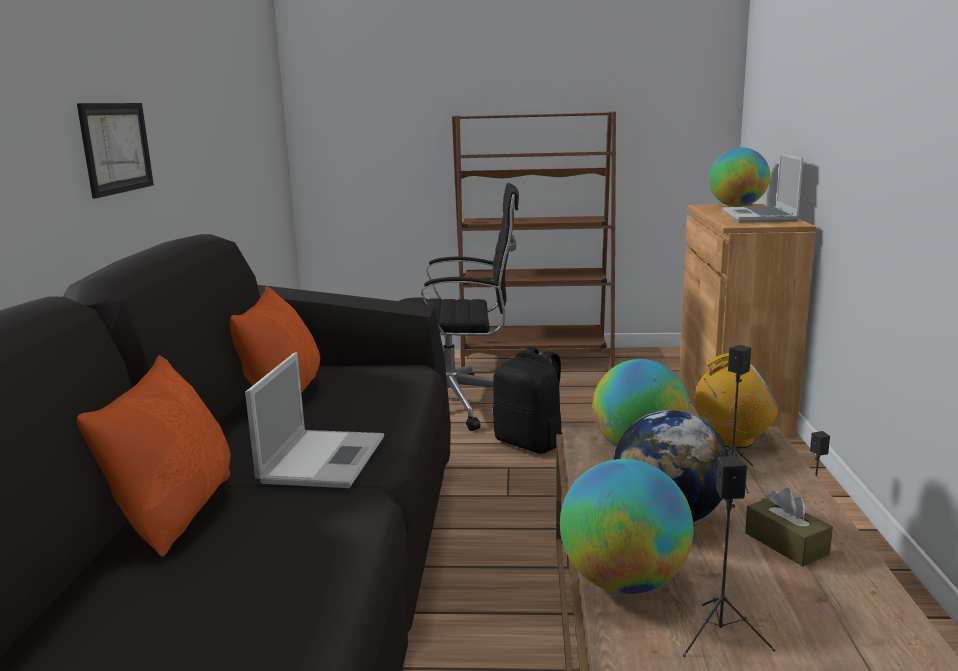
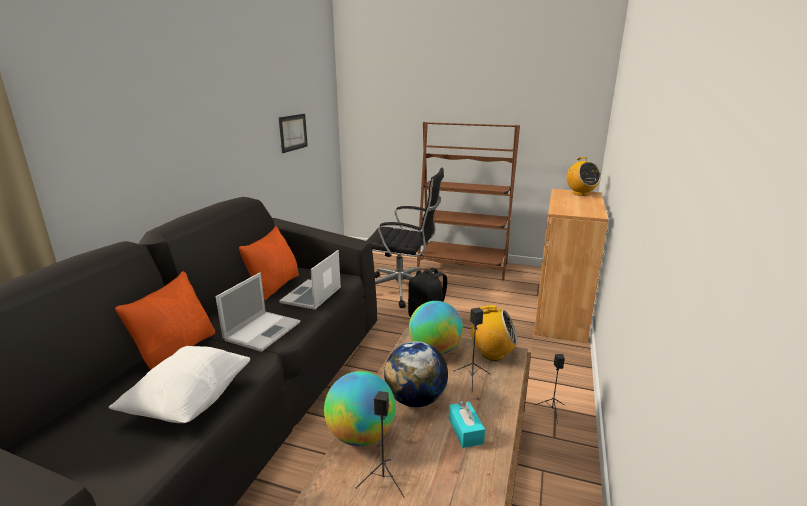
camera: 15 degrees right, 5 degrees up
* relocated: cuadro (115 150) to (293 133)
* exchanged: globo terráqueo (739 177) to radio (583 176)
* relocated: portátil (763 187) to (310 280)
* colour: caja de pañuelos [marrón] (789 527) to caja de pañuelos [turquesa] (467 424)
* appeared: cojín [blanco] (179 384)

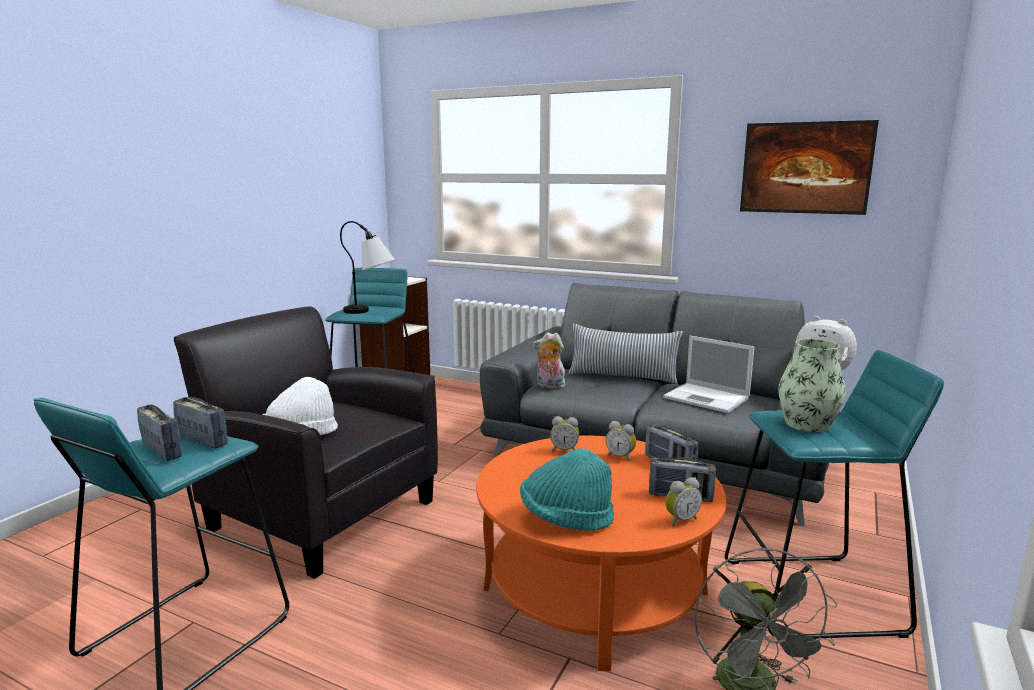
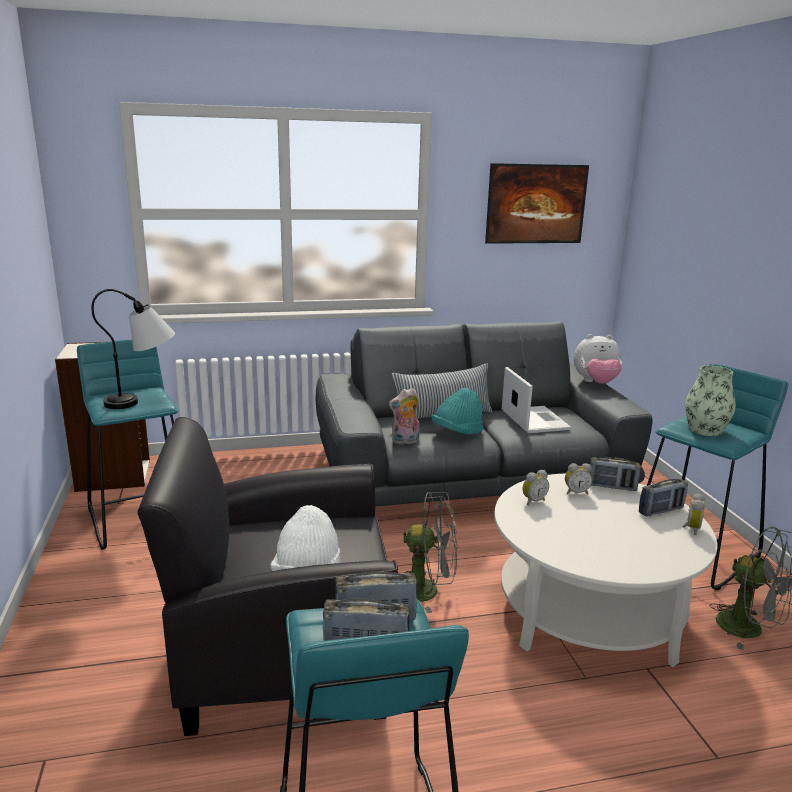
camera: 40 degrees left, 5 degrees up
* colour: mesa de centro [naranja] (601 553) to mesa de centro [blanco] (605 570)
* relocated: sombrero [turquesa] (567 489) to (457 411)
* spun: portátil (708 374) = (536 400) 105 degrees counterclockwise
* appeared: ventilador [gris] (430 552)

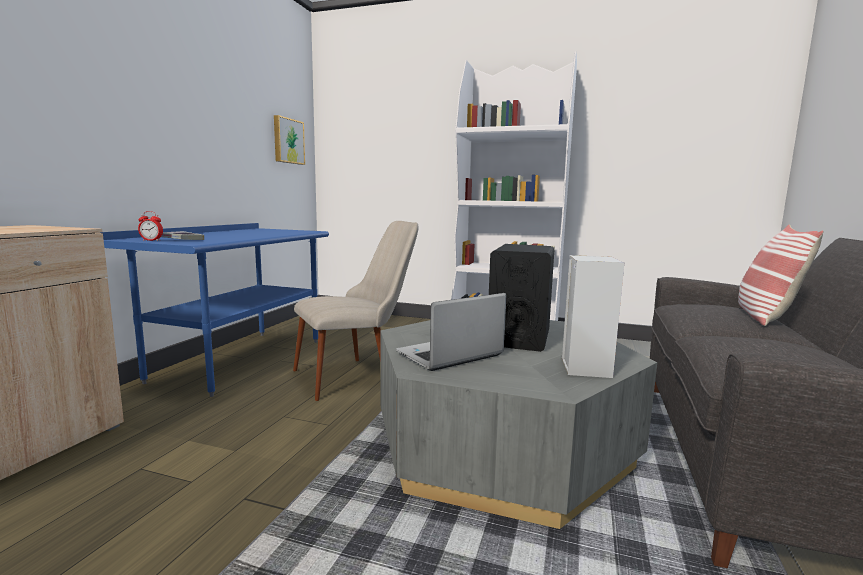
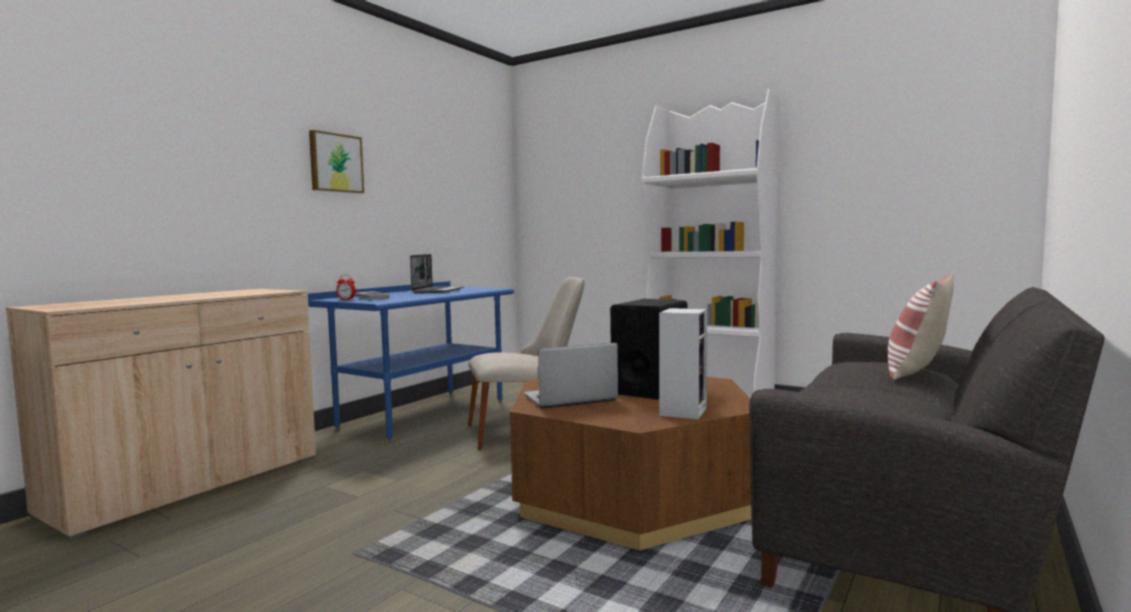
camera: 15 degrees right, 5 degrees down
* relocated: cuadro (289 140) to (336 161)
* colour: mesa de centro [gris] (518 424) to mesa de centro [marrón] (631 463)
* appeared: portátil (437 273)

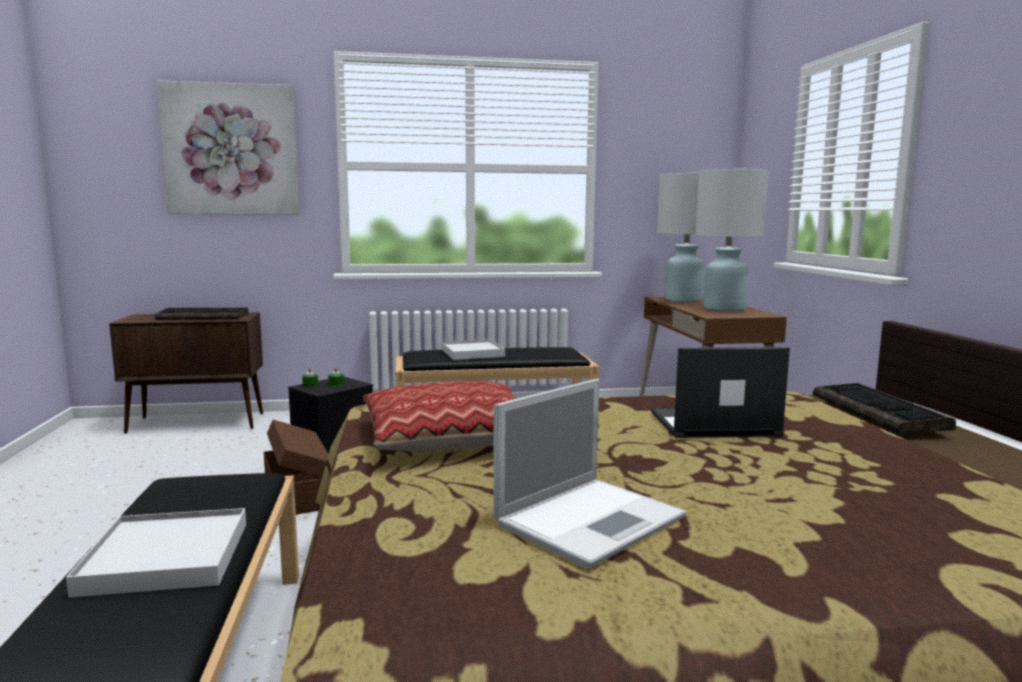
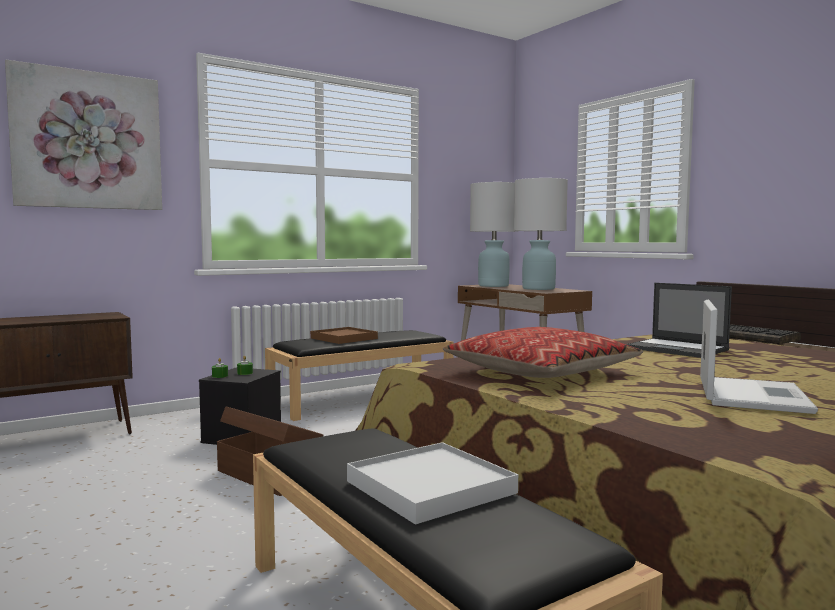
camera: 25 degrees left, 5 degrees down
* missing: teclado (202 314)
* colour: bandeja [blanco] (473 350) to bandeja [marrón] (344 335)
* spun: portátil (720 392) = (679 320) 105 degrees counterclockwise

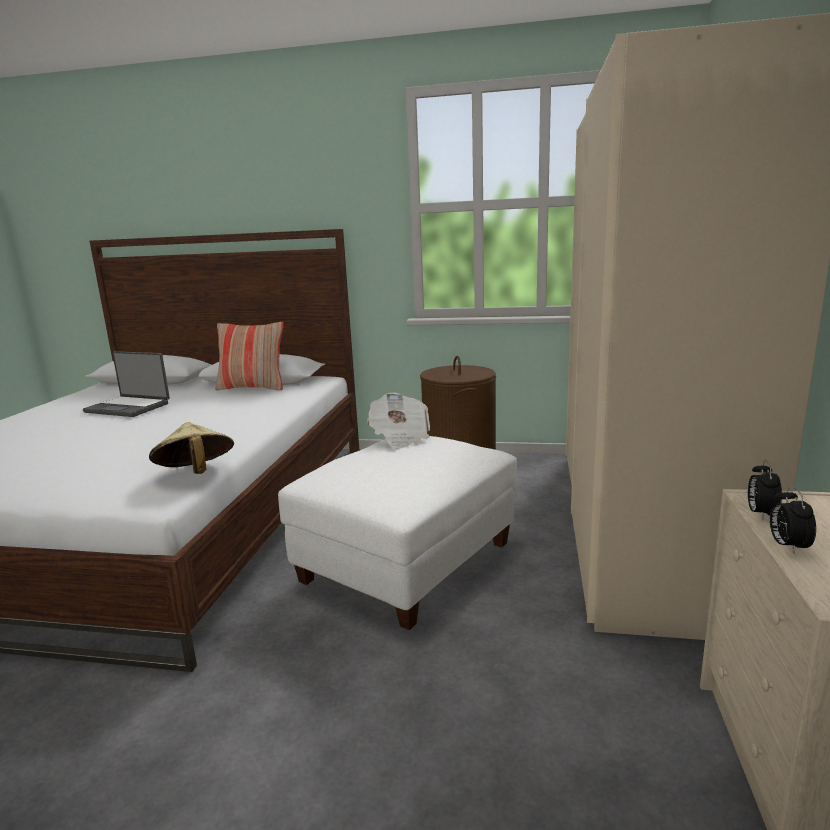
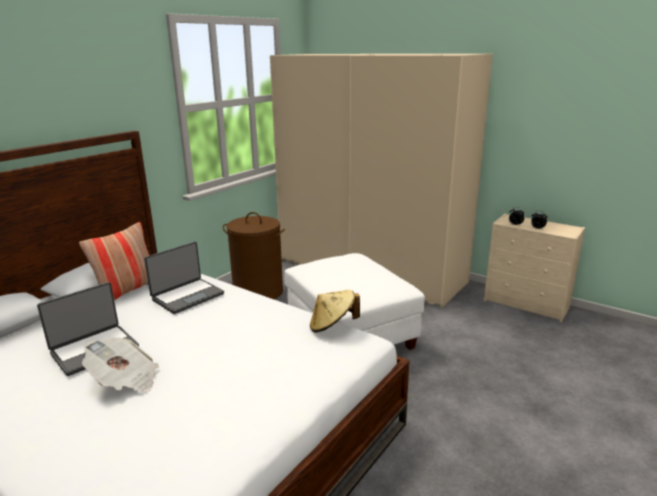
camera: 65 degrees left, 5 degrees up
* relocated: periódico (398 421) to (120 365)
* appeared: portátil (184 278)

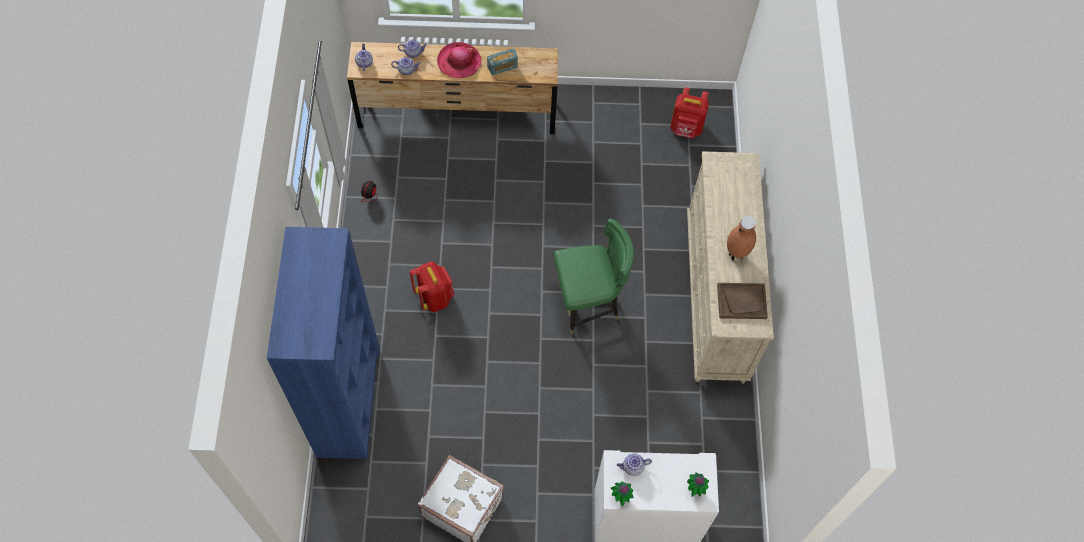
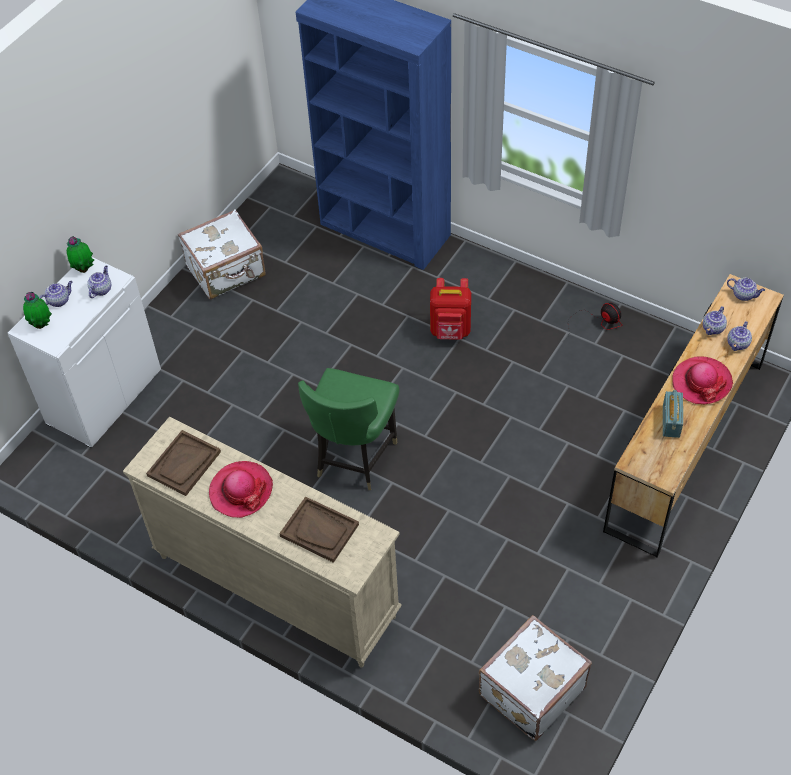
camera: 125 degrees right, 10 degrees down
* exchanged: mochila [rojo] (689 112) to maleta [blanco] (535 678)
* exchanged: florero [marrón] (741 238) to sombrero (241 489)
* appeared: tetera (56 294)
* appeared: bandeja [marrón] (319 529)

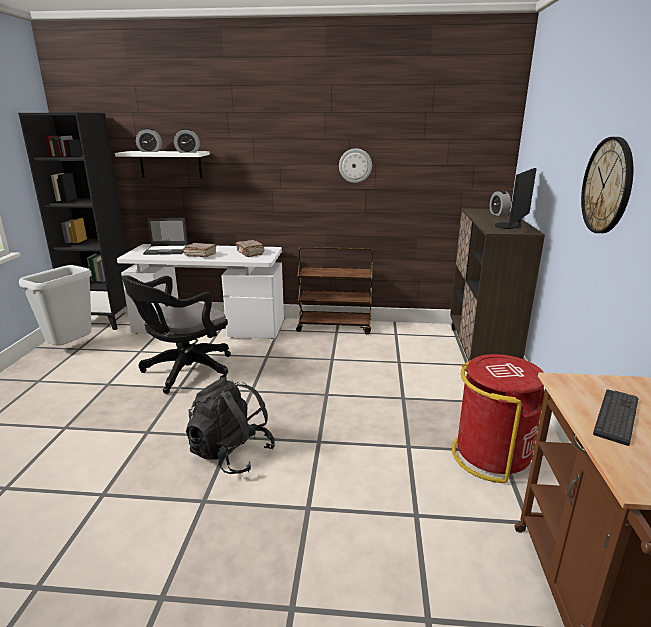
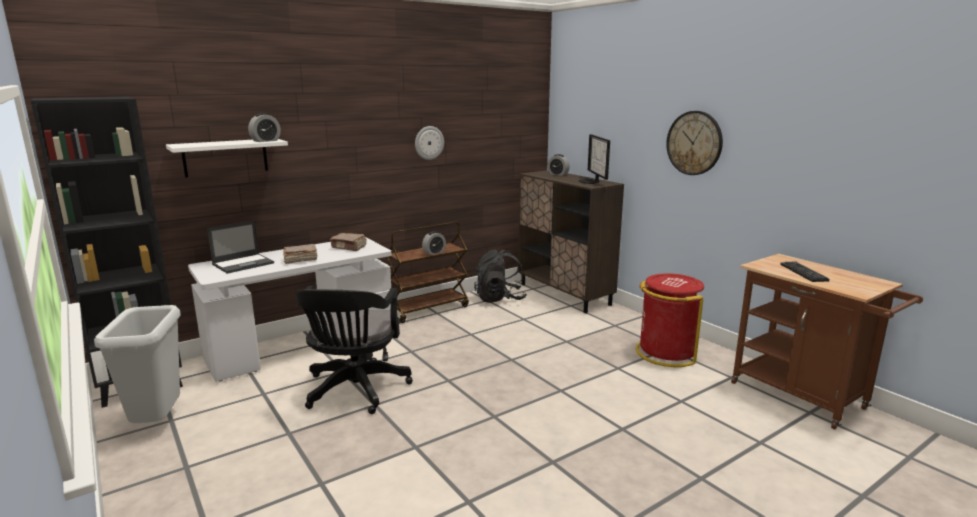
camera: 40 degrees left, 5 degrees down
* relocated: despertador (149 140) to (434 243)
* relocated: mochila [negro] (230 426) to (500 276)

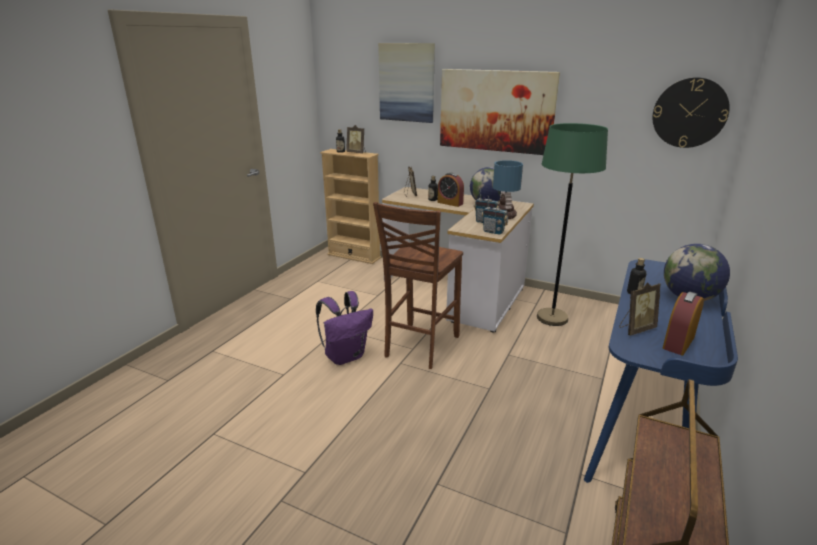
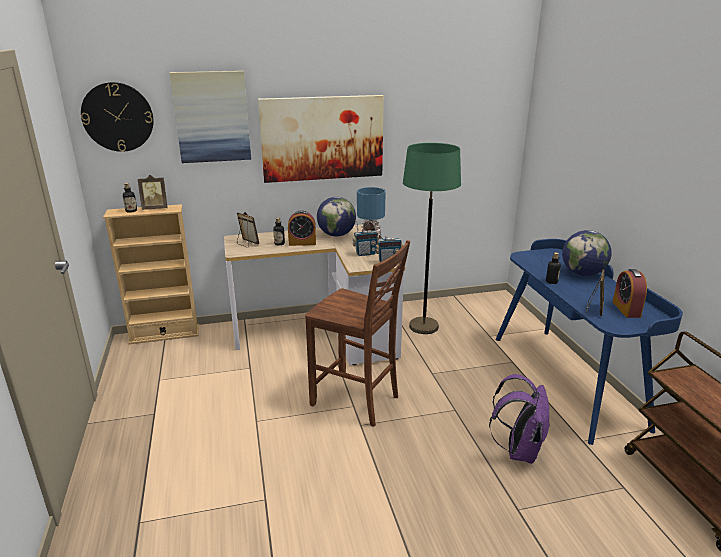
camera: 40 degrees left, 0 degrees up
* relocated: mochila [morado] (344 328) to (519 419)
* spun: silla [marrón] (418 285) = (357 333) 45 degrees counterclockwise
* relocated: reloj de pared (691 112) to (117 117)

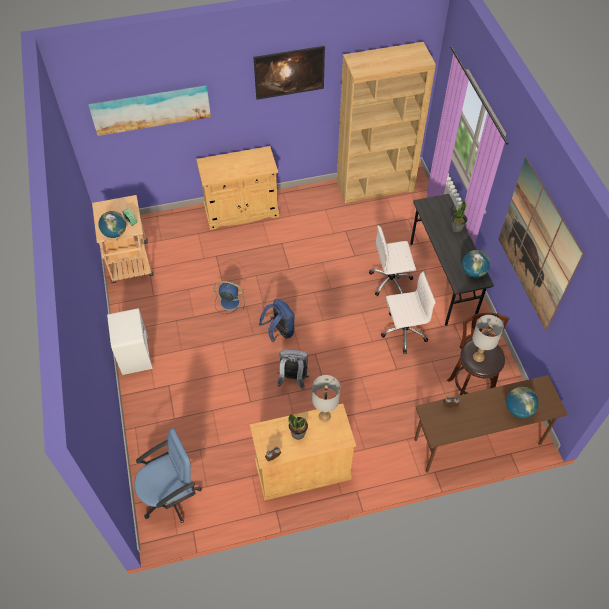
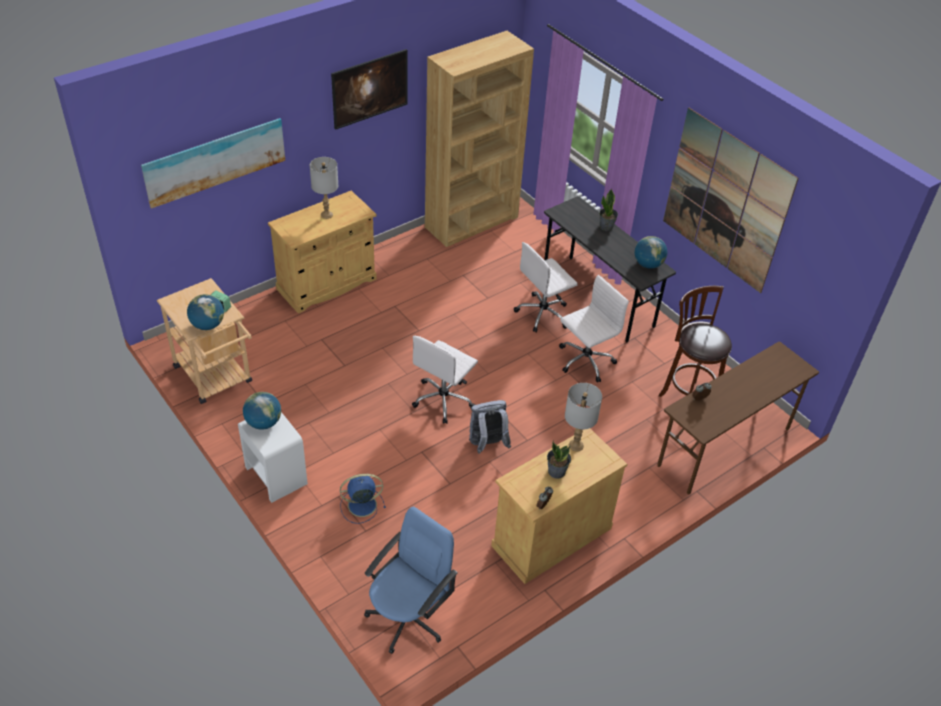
camera: 25 degrees left, 10 degrees down
* relocated: ventilador [azul] (229 297) to (363 499)
* exchanged: mochila [azul] (277 320) to silla de oficina [blanco] (445 380)
* relocated: lámpara de mesa [gris] (488 338) to (324 188)
* relocated: globo terráqueo (522 402) to (262 411)

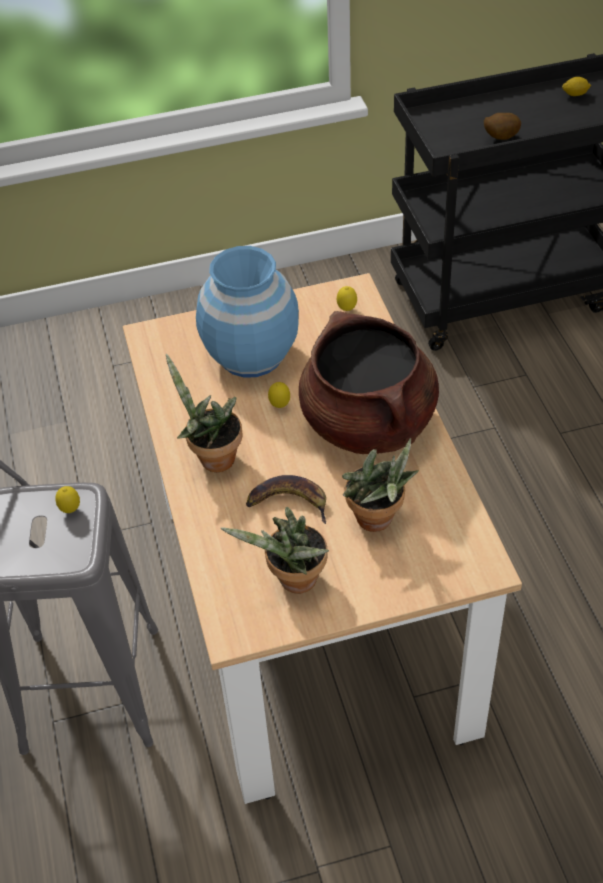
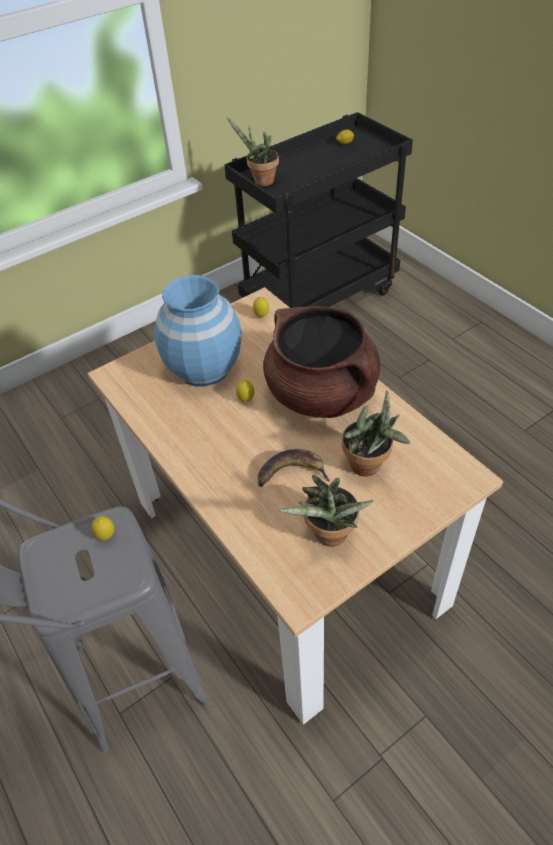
camera: 20 degrees left, 0 degrees up
* relocated: planta en maceta (204 413) to (253 151)
* missing: patata (502 126)

